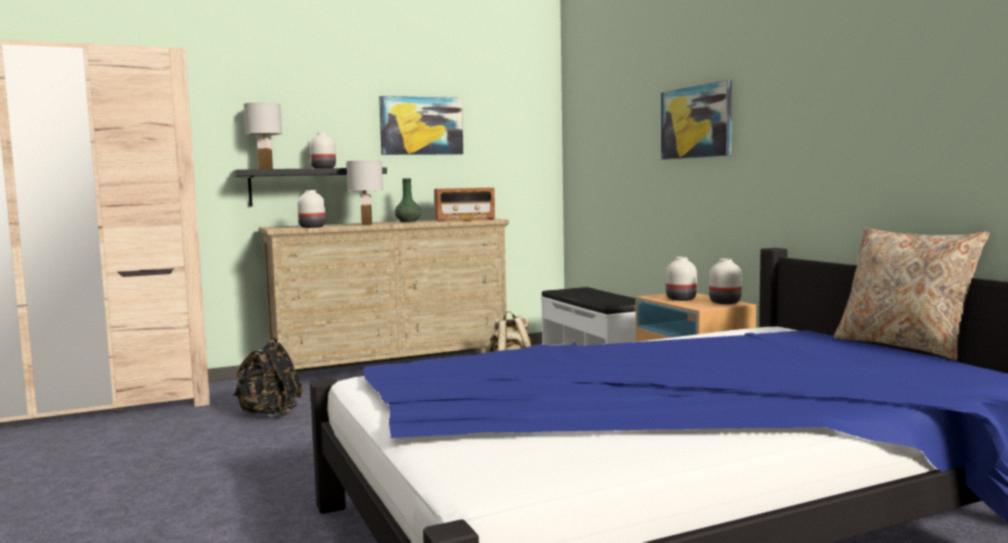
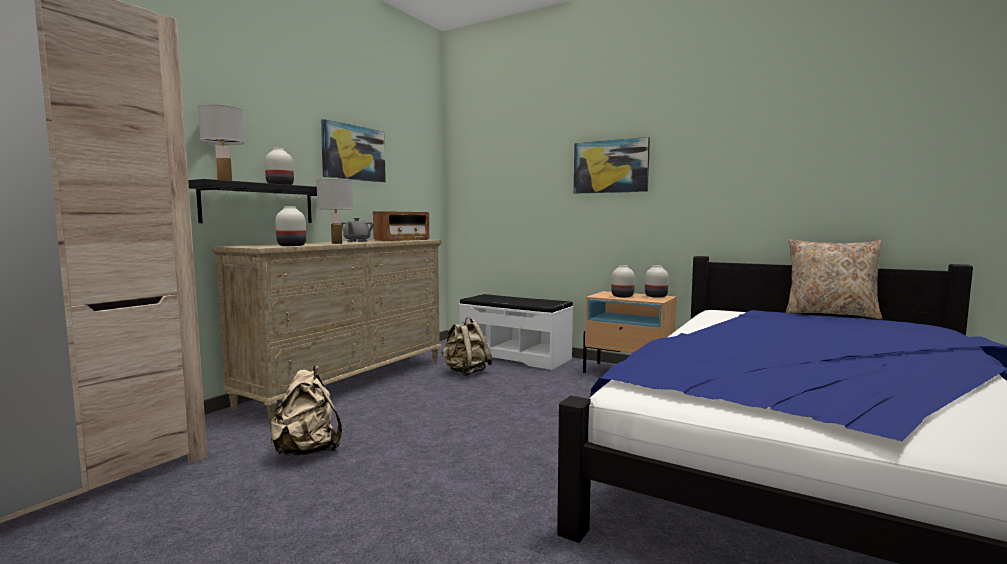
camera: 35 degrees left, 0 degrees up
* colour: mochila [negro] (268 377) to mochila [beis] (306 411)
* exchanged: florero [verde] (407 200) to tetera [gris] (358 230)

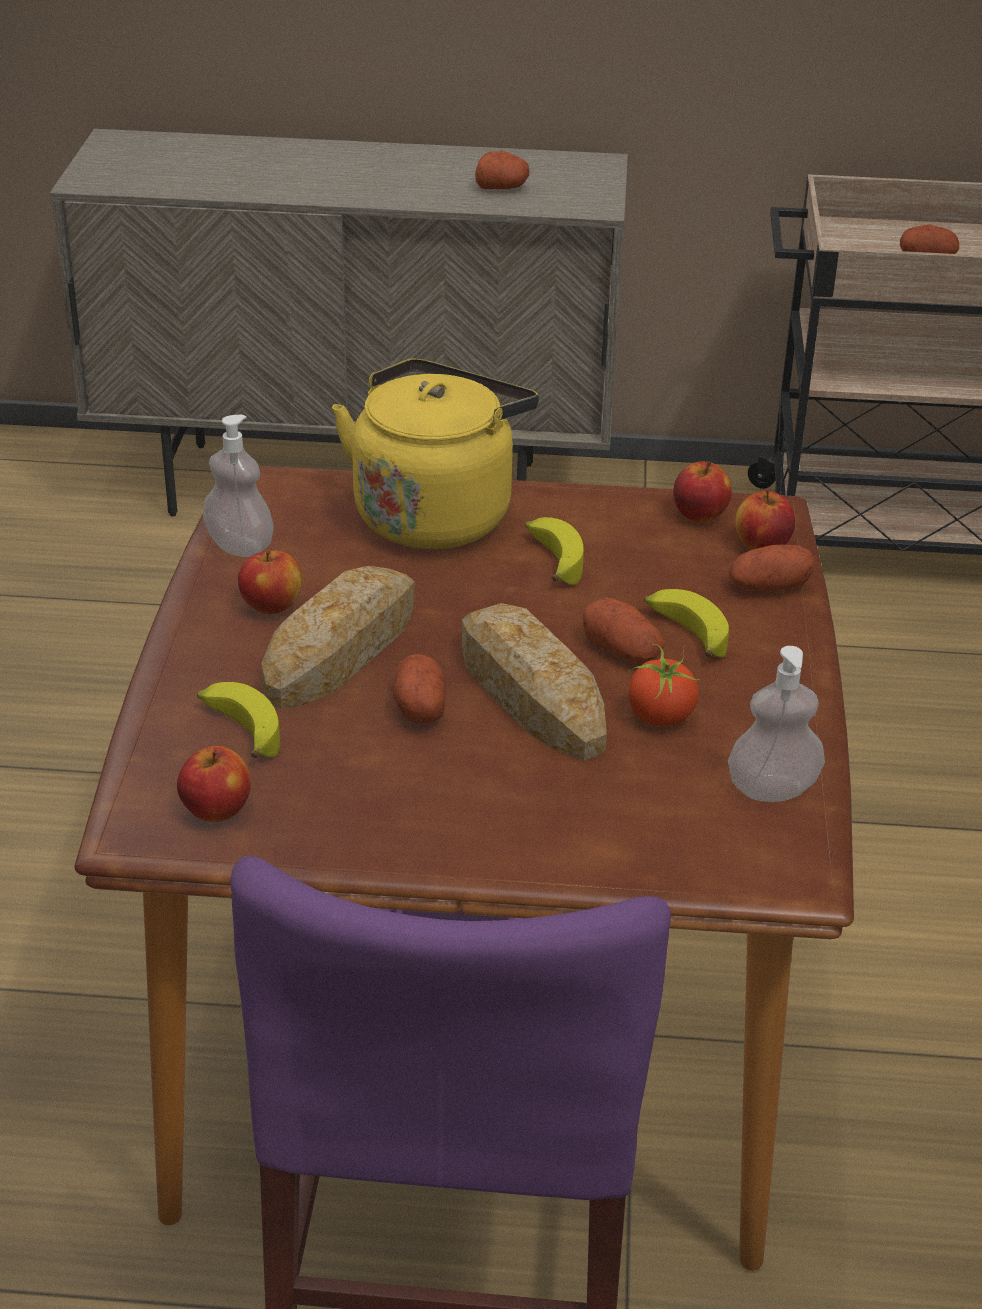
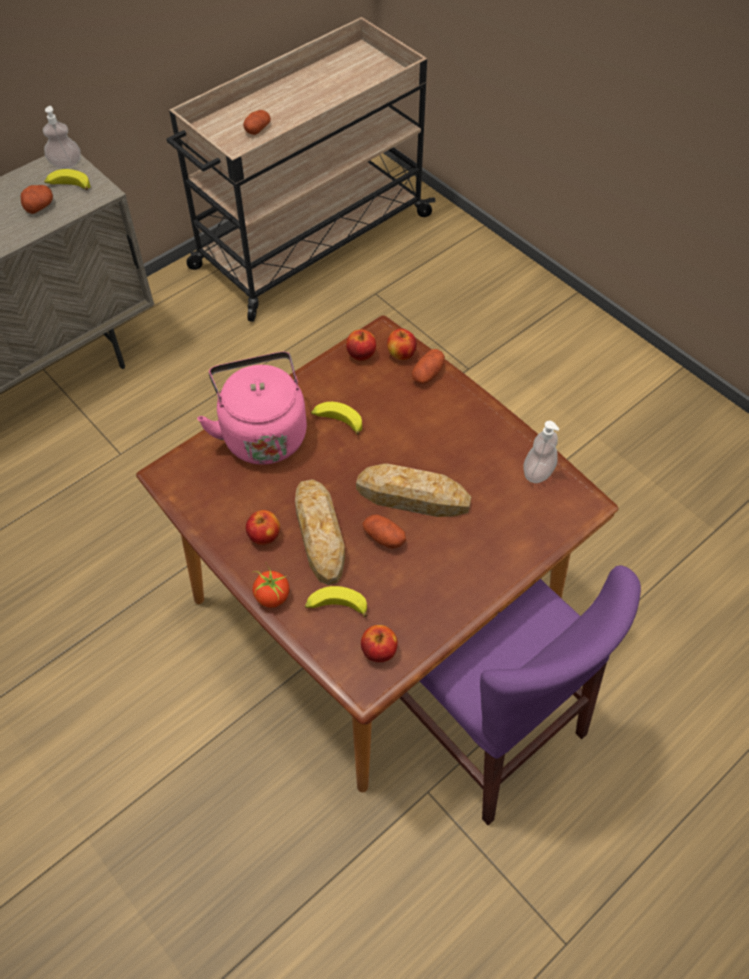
camera: 45 degrees left, 20 degrees up
* relocated: dispensador de jabón (238 486) to (62 137)
* colour: hervidor [amarillo] (435 454) to hervidor [rosa] (252 408)
* missing: patata (624 630)
* relocated: tomate (664 685) to (270 586)
* relocated: plátano (686 623) to (67 179)

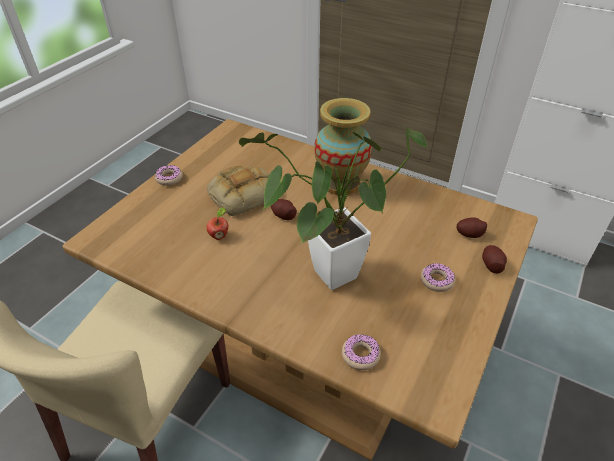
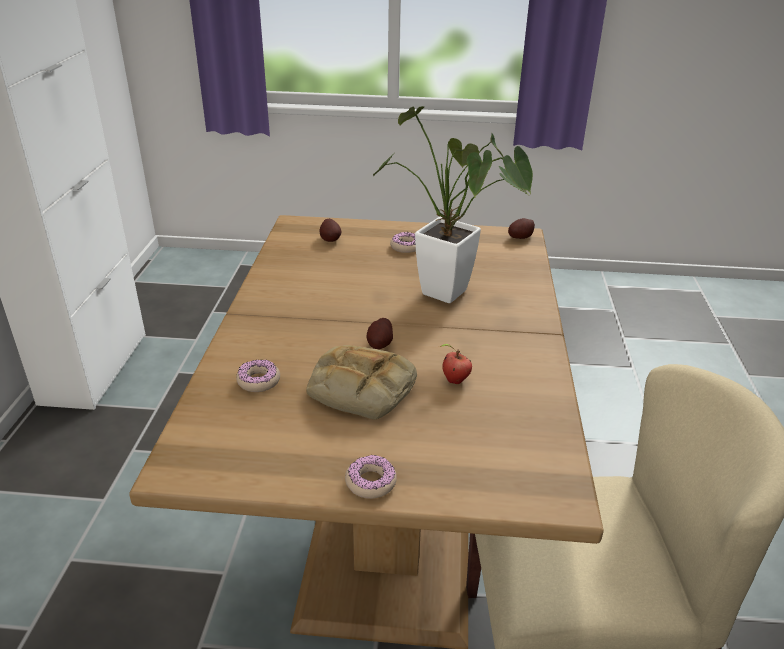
camera: 115 degrees left, 10 degrees down
* missing: florero (343 146)
* relocated: rosquilla (361 352) to (258 376)
* relocated: patata (494 259) to (521 228)

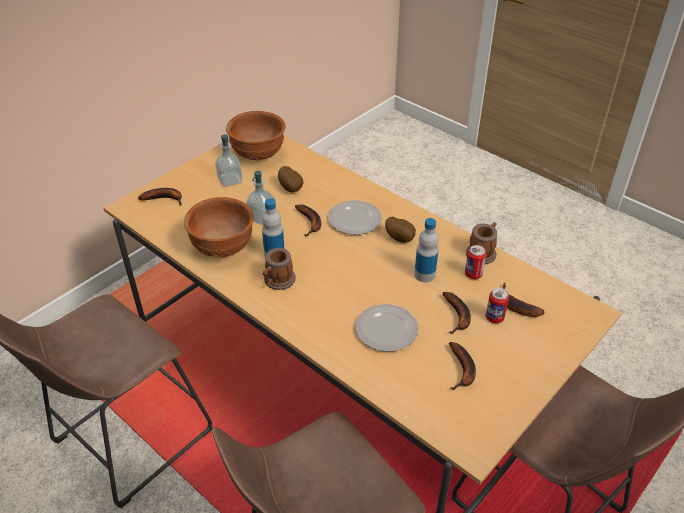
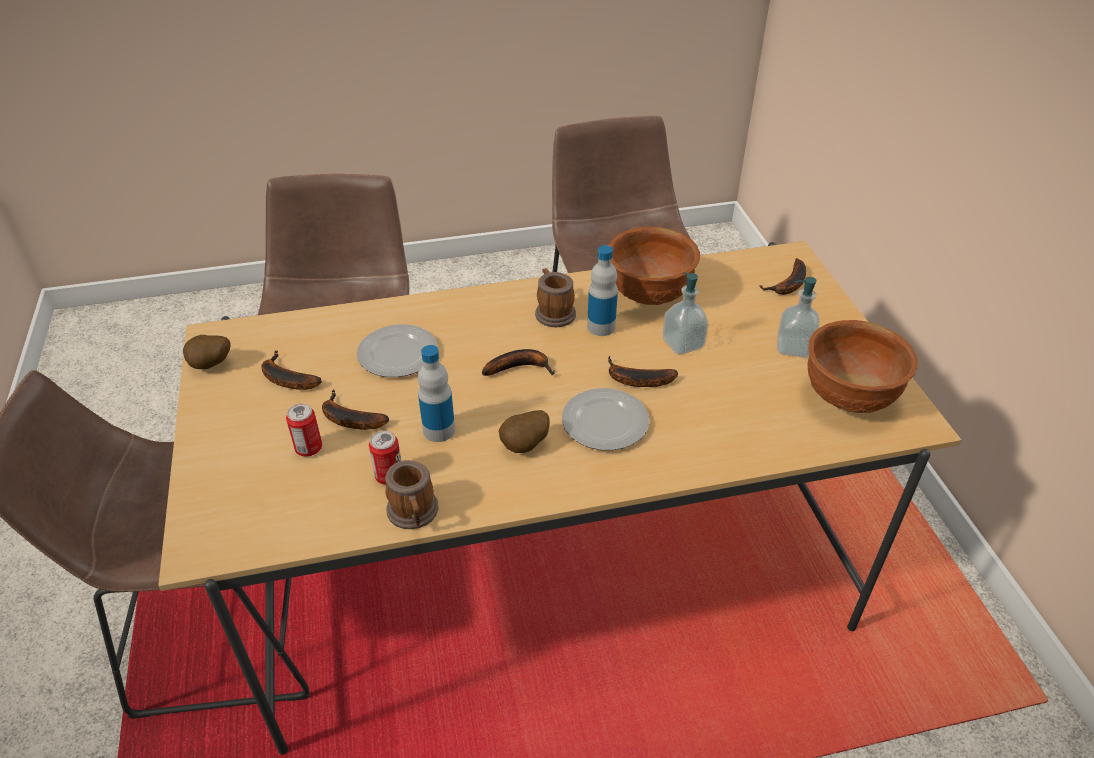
camera: 125 degrees right, 0 degrees up
* relocated: patata (290 179) to (207 352)
* relocated: plátano (523 300) to (518 362)

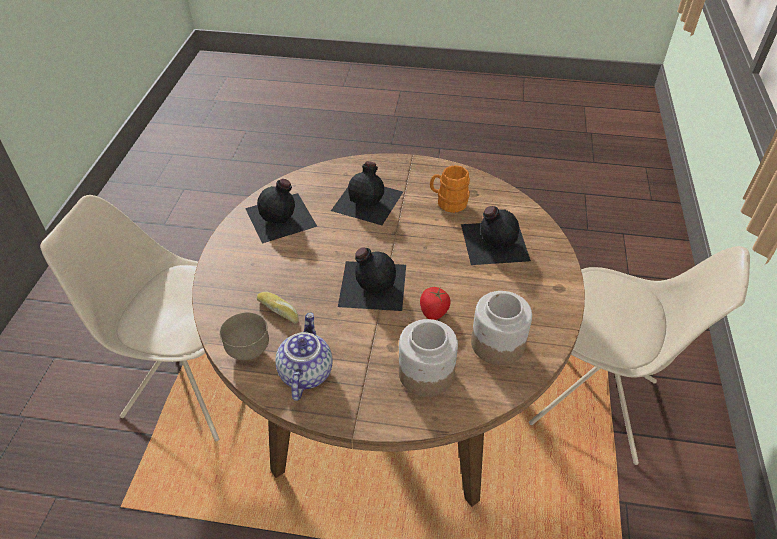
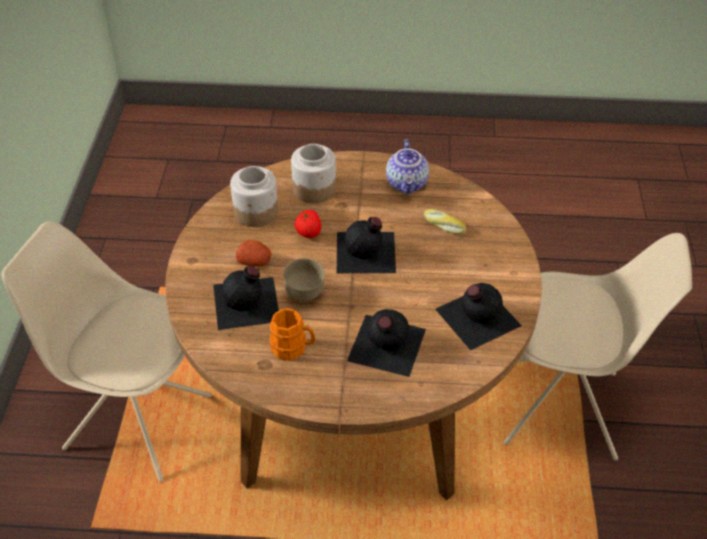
camera: 175 degrees right, 0 degrees up
* relocated: cuenco [marrón] (244 336) to (304 279)
* appeared: patata (254 253)

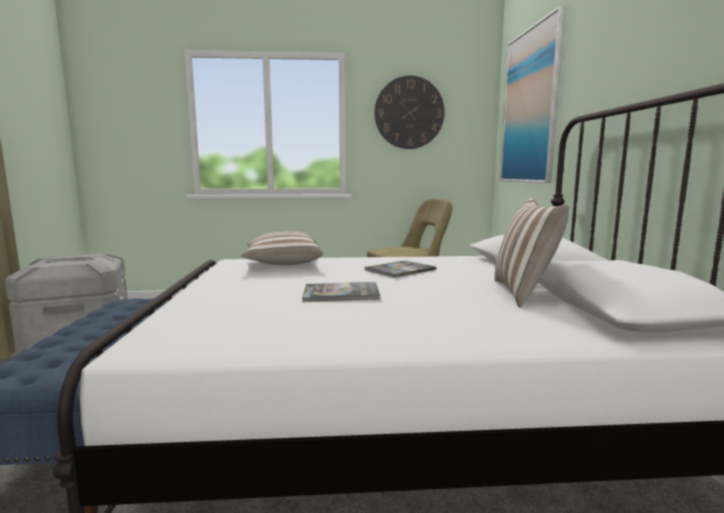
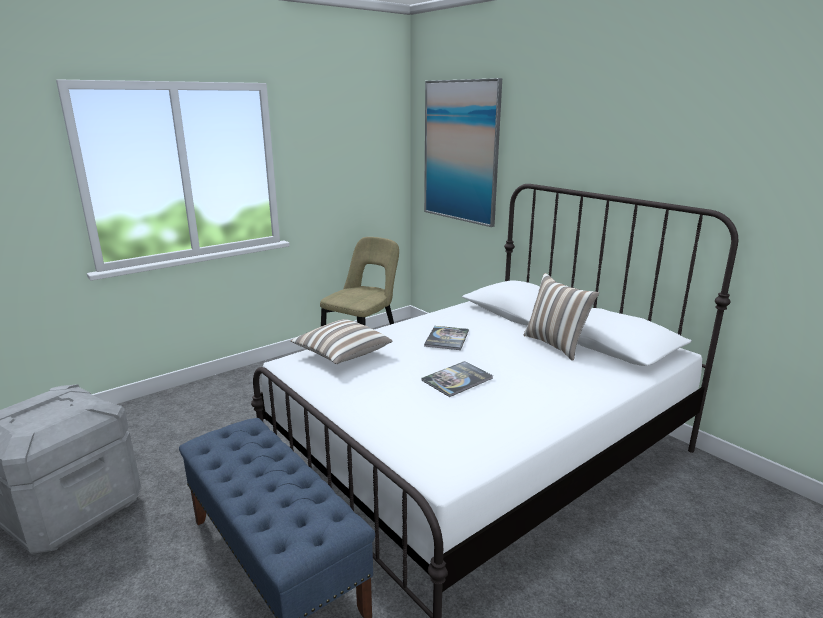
camera: 35 degrees left, 10 degrees up
* missing: reloj de pared (410 112)

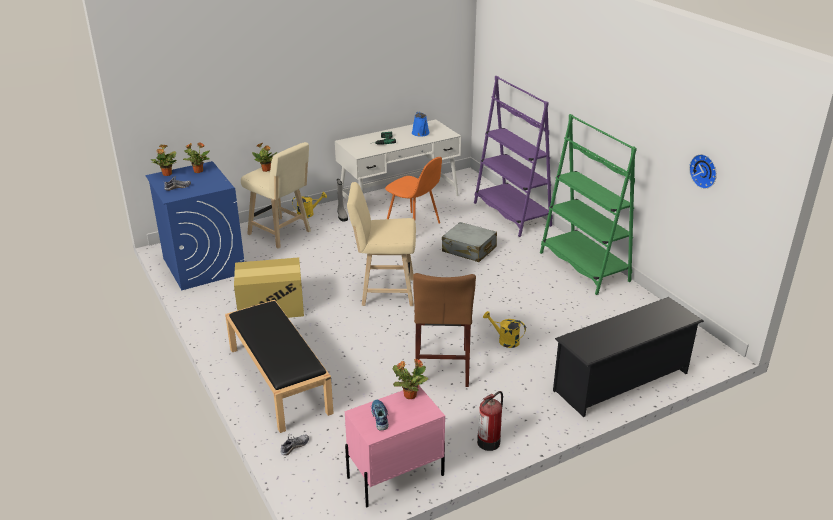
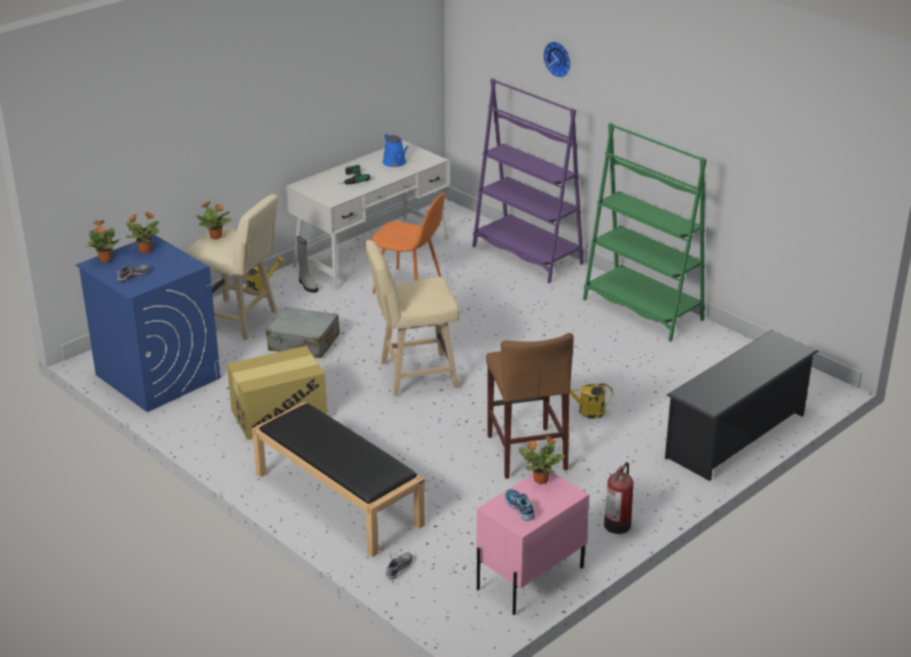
camera: 15 degrees left, 0 degrees up
* relocated: maleta [gris] (469 242) to (303 332)
* relocated: reloj de pared (703 171) to (557 59)

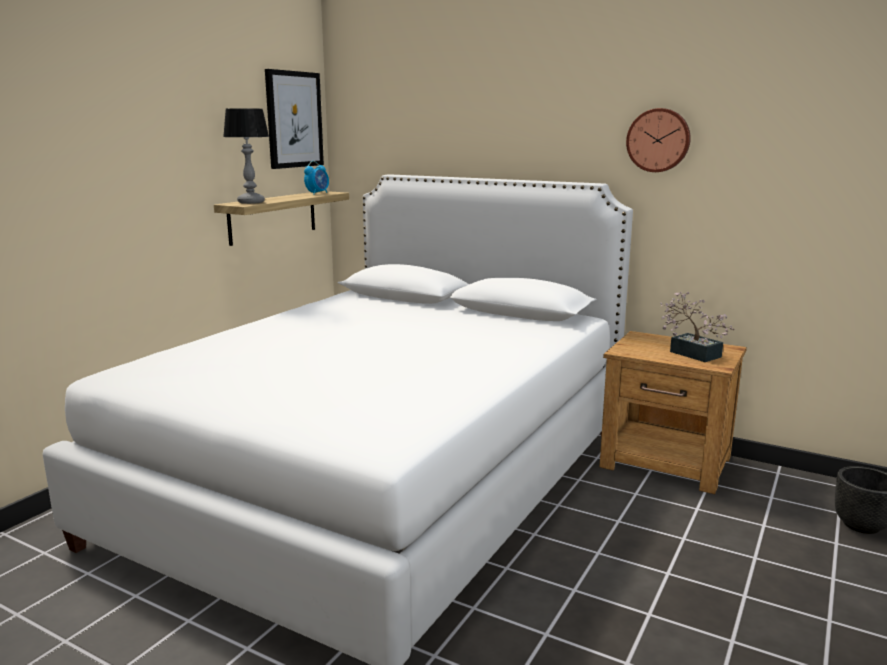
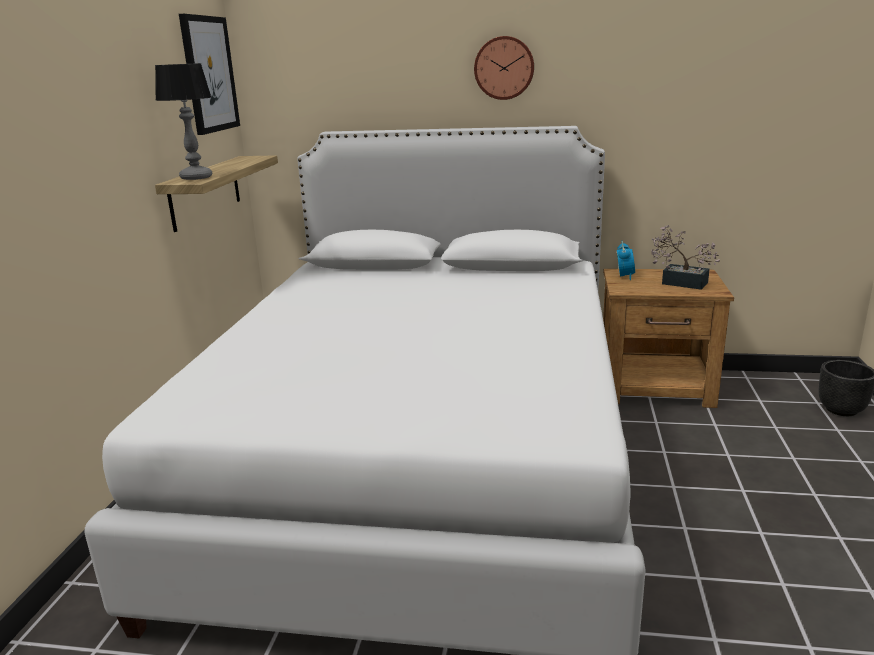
camera: 20 degrees left, 5 degrees up
* relocated: despertador (316 178) to (626 260)
* relocated: reloj de pared (658 140) to (504 68)

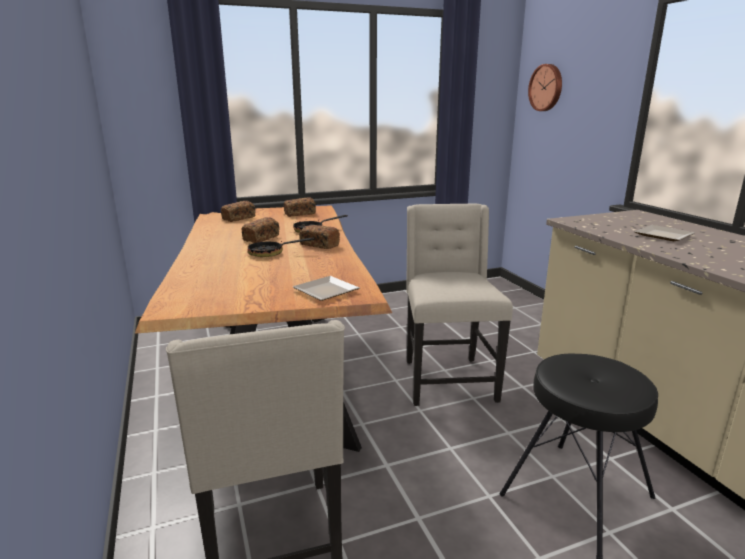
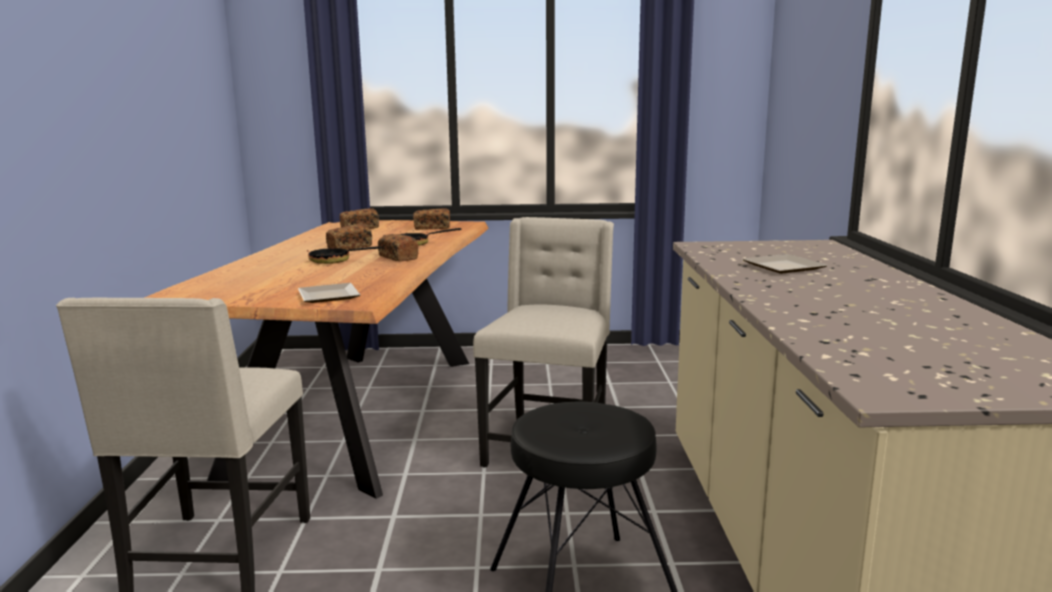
camera: 20 degrees right, 5 degrees down
* missing: reloj de pared (545 87)

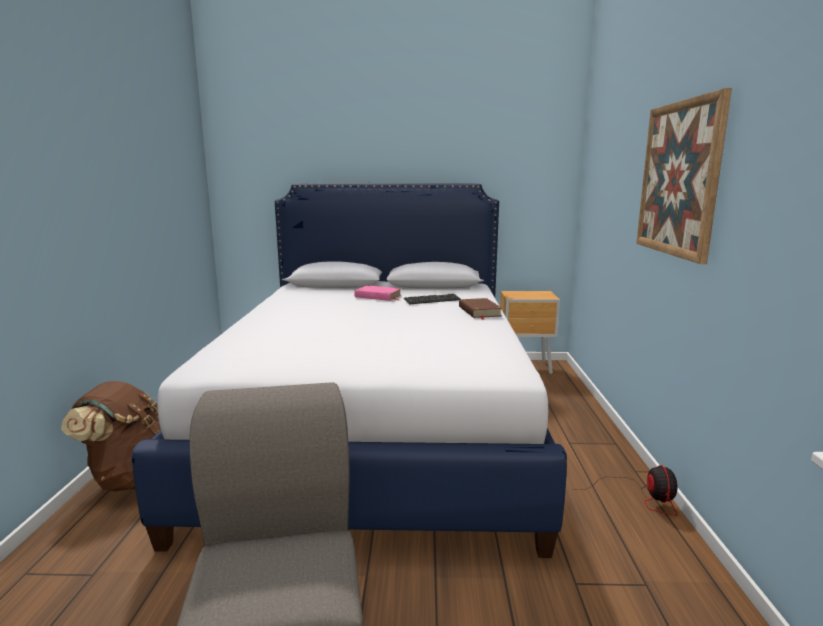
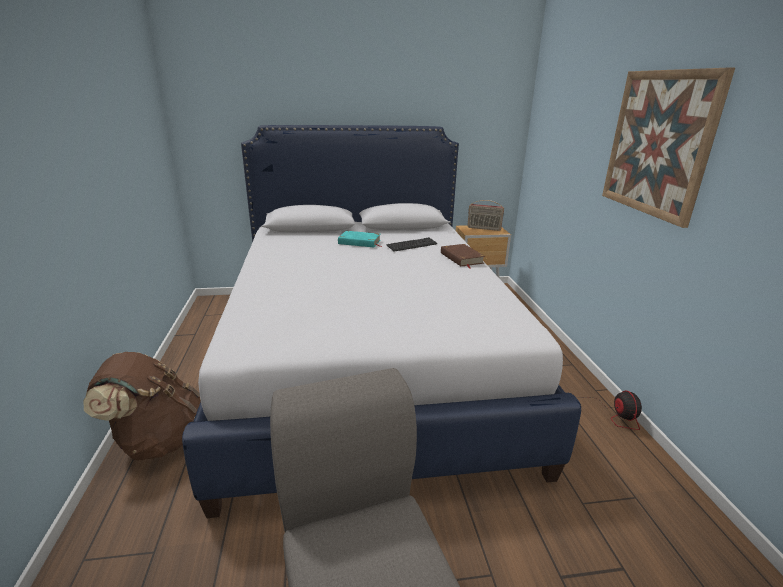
camera: 10 degrees left, 10 degrees up
* colour: libro [rosa] (378 293) to libro [turquesa] (360 239)
* appeared: radio (485 215)

